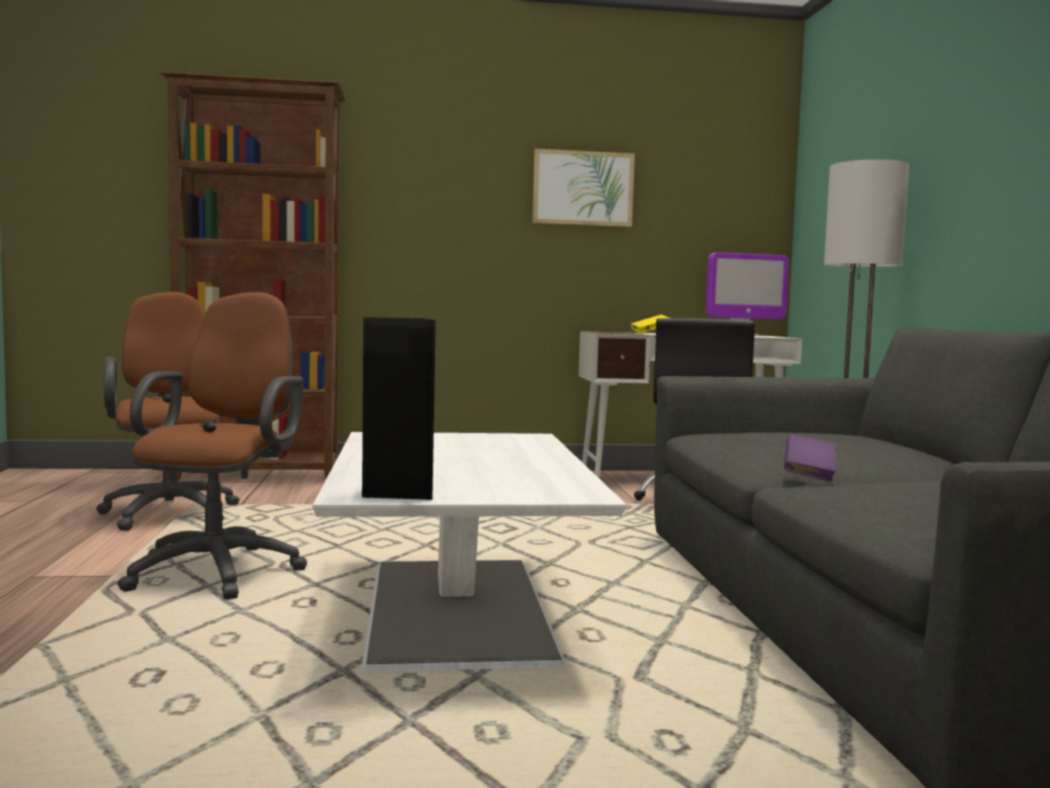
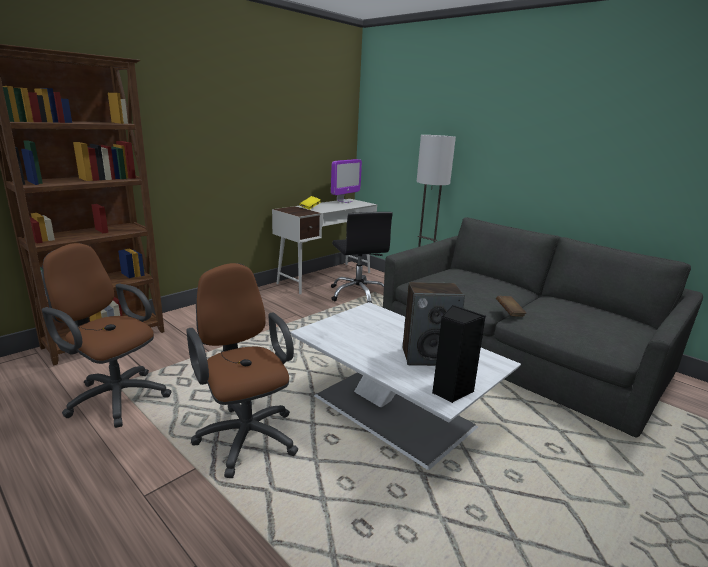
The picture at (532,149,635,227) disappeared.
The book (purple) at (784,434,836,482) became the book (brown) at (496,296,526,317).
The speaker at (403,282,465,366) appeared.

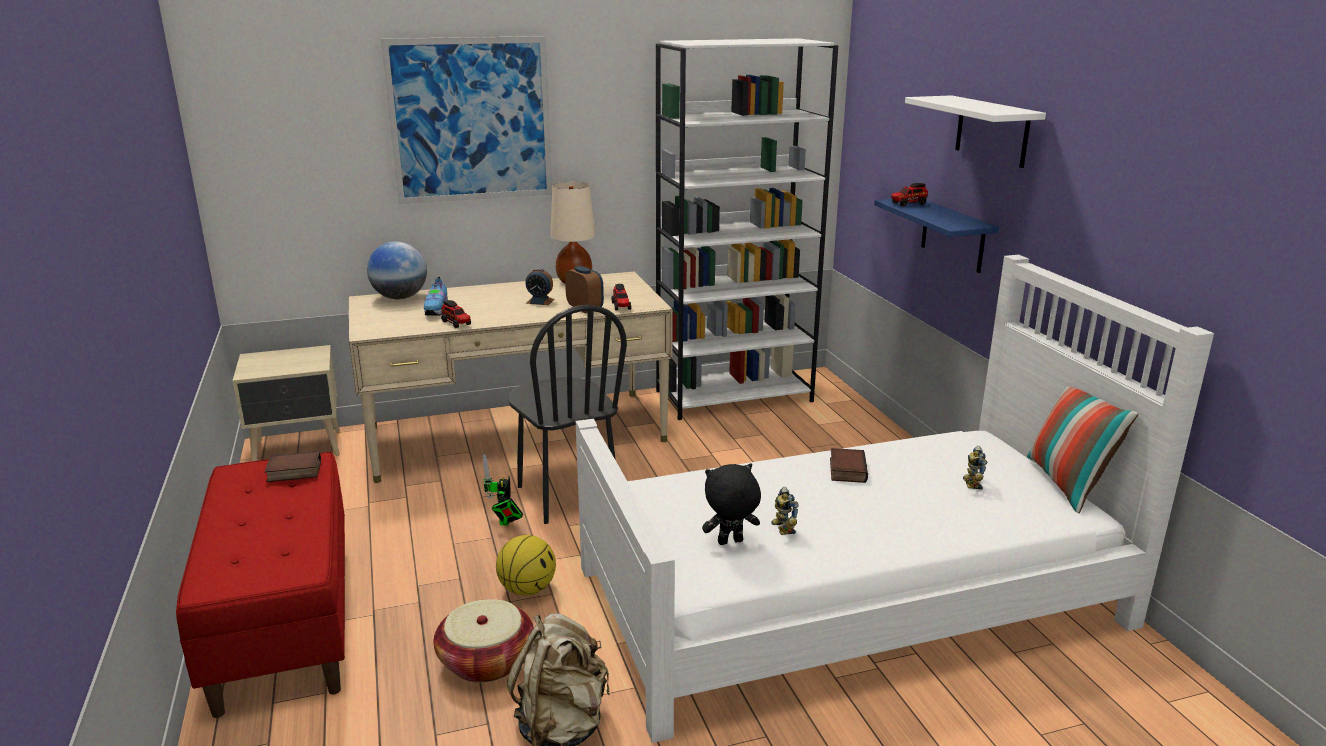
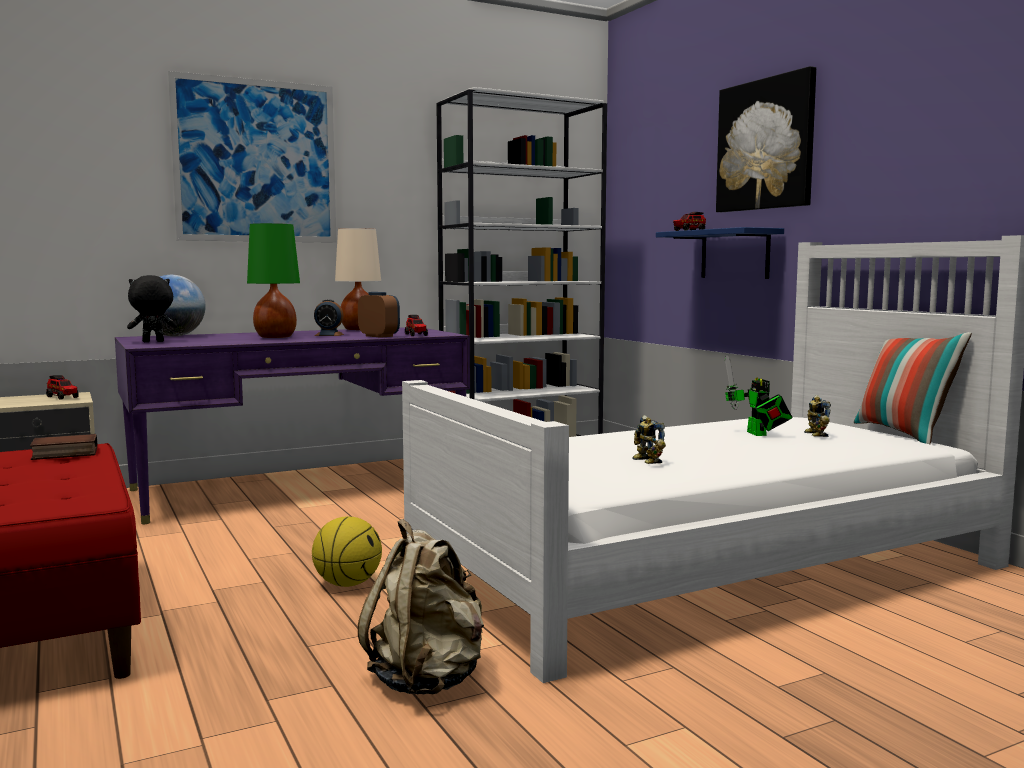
The shelf (white) at (905,95,1046,168) was replaced by the picture at (716,66,816,212).
The desk (beige) at (348,271,673,483) became the desk (purple) at (115,327,470,524).
The shoe at (424,276,448,316) disappeared.
The toy truck moved from (441,300,471,328) to (46,375,79,400).
The chair (black) at (508,305,627,524) disappeared.
The book at (830,448,868,483) disappeared.
The toy robot moved from (482,454,523,525) to (725,355,792,436).
The plush toy (black) moved from (702,463,761,545) to (127,275,177,342).
The basket at (434,599,534,683) disappeared.
The table lamp (green) at (247,223,300,338) appeared.

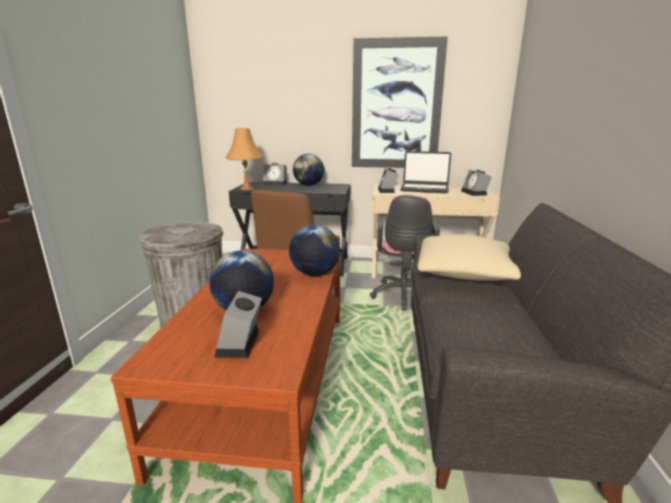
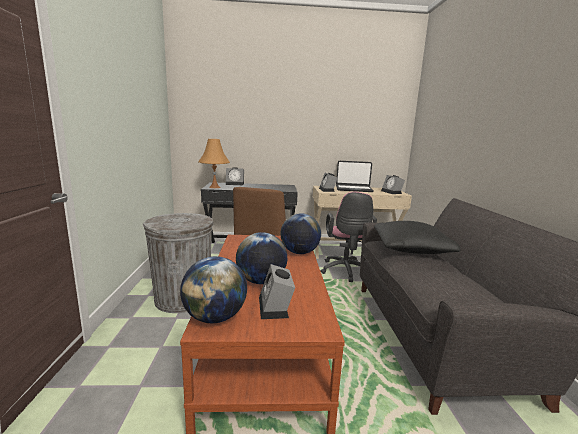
The picture at (352,36,448,168) disappeared.
The globe moved from (293,154,324,186) to (180,256,247,323).
The pillow (beige) at (417,234,521,281) became the pillow (black) at (374,221,461,254).

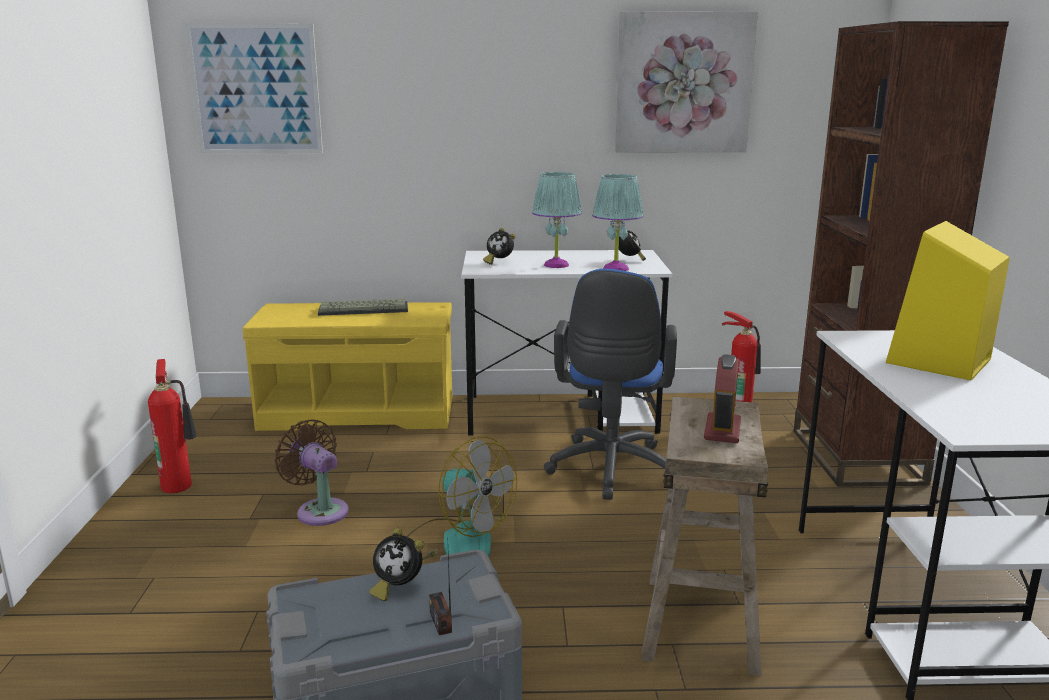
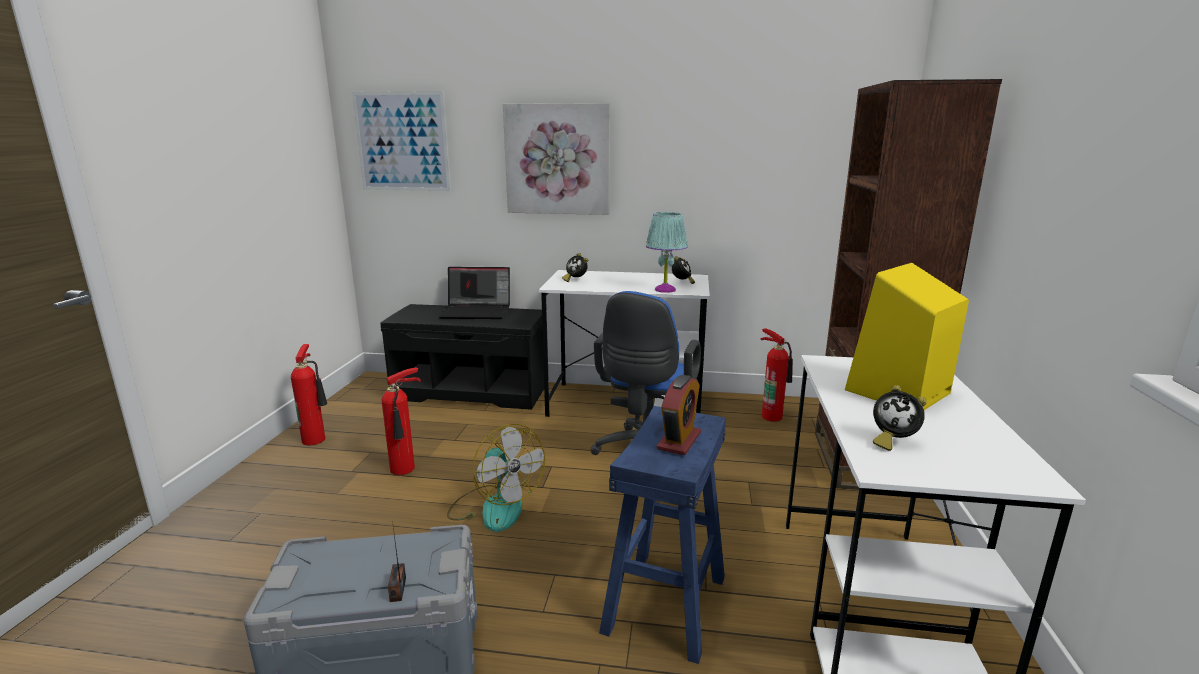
The picture moved from (615,11,758,153) to (503,103,610,215).
The table lamp (turquoise) at (532,172,582,268) disappeared.
The keyboard at (318,298,408,316) was replaced by the laptop at (438,267,510,319).
The bench (yellow) at (242,302,452,431) became the bench (black) at (380,304,544,410).
The stool (beige) at (641,397,768,676) became the stool (blue) at (599,406,726,664).
The fan (brown) at (274,420,349,526) was replaced by the fire extinguisher at (381,367,421,475).
The alarm clock moved from (369,528,424,601) to (873,385,927,451).

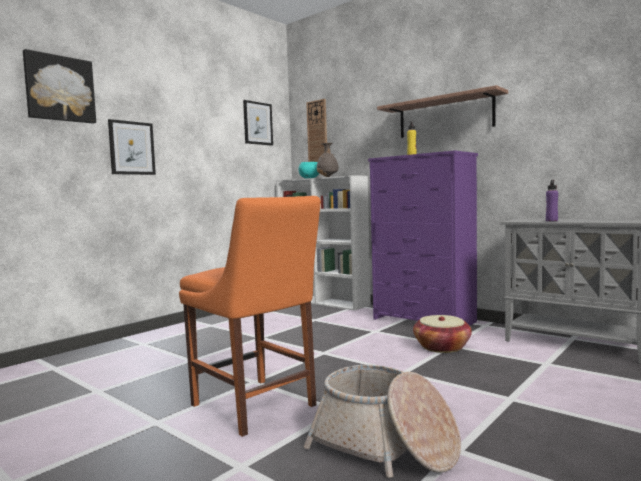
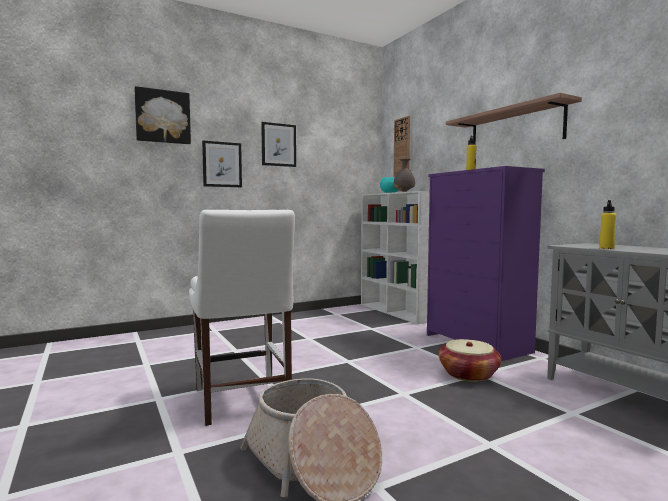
The picture moved from (243,100,273,146) to (261,122,296,167).
The bottle (purple) at (546,180,558,221) became the bottle (yellow) at (599,200,616,249).
The chair (orange) at (179,196,321,437) became the chair (white) at (189,210,295,426).

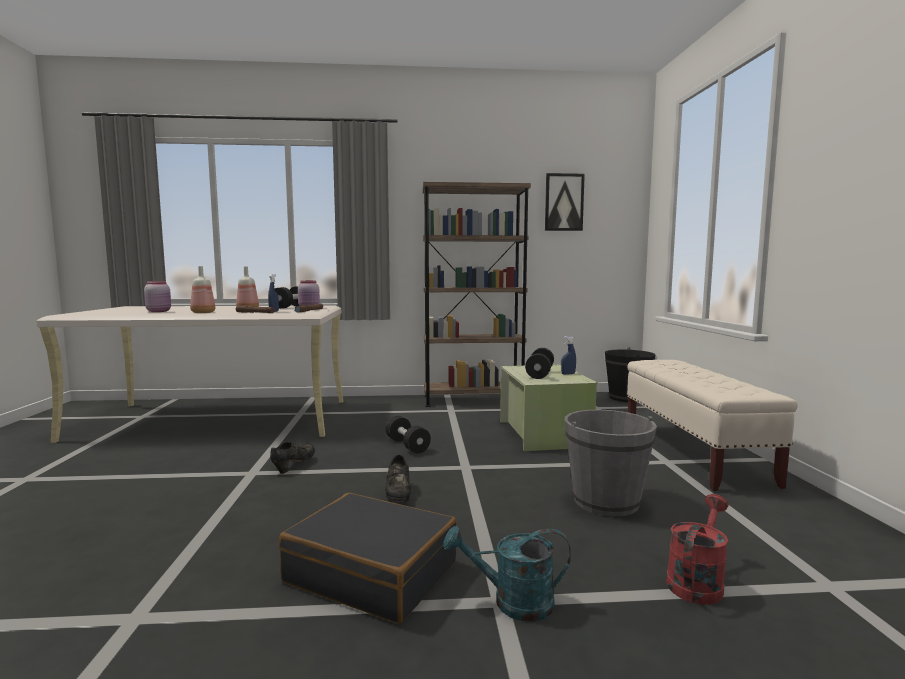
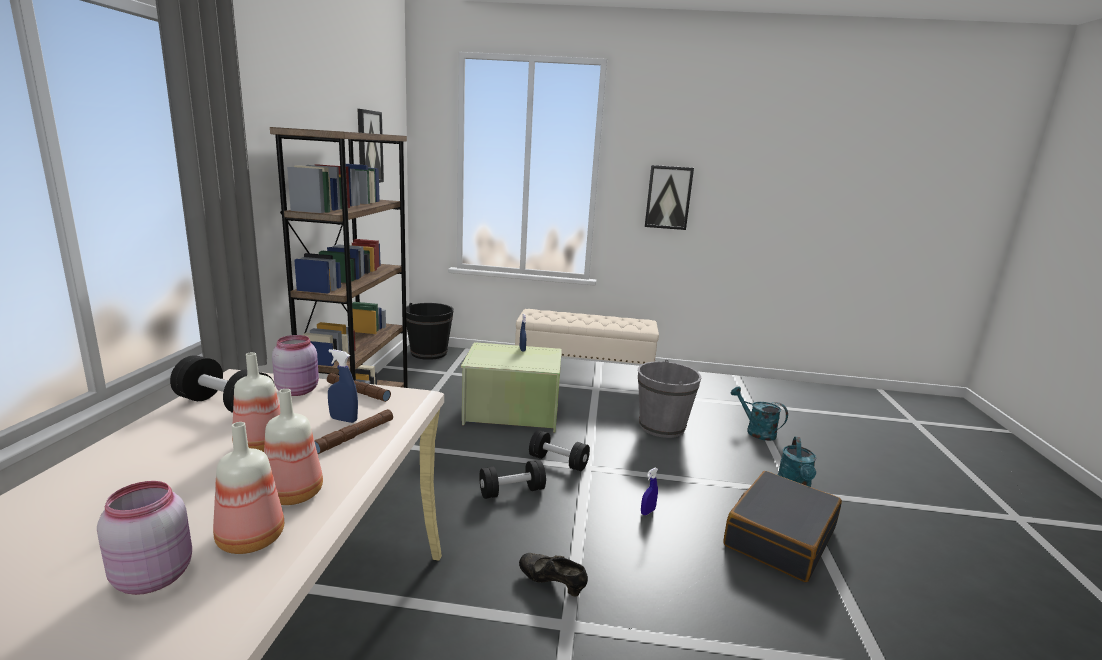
The dumbbell (black) moved from (525,348,554,379) to (529,430,590,471).
The shoe (black) at (385,455,411,502) was replaced by the spray bottle (blue) at (641,468,658,515).
The watering can (red) at (666,494,729,605) became the watering can (turquoise) at (731,386,788,441).
The picture at (645,165,694,230) appeared.
The bottle at (213,422,284,554) appeared.

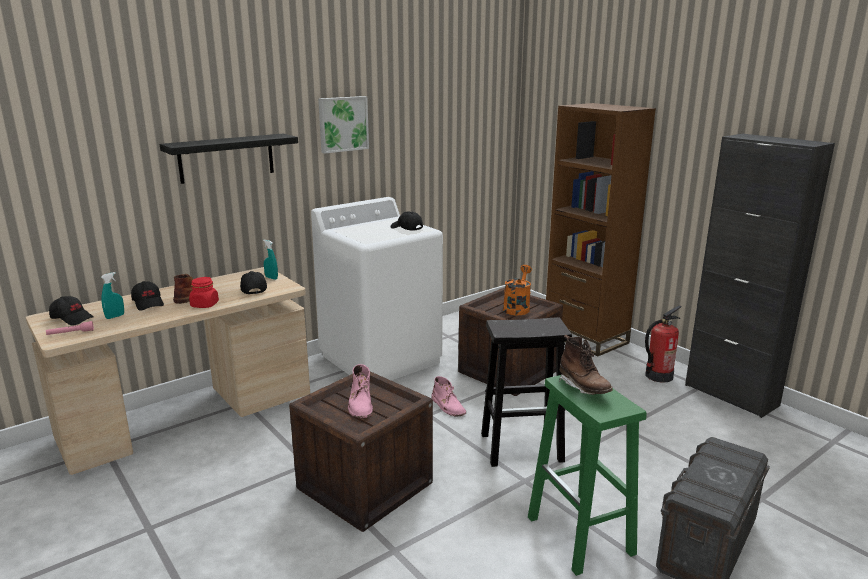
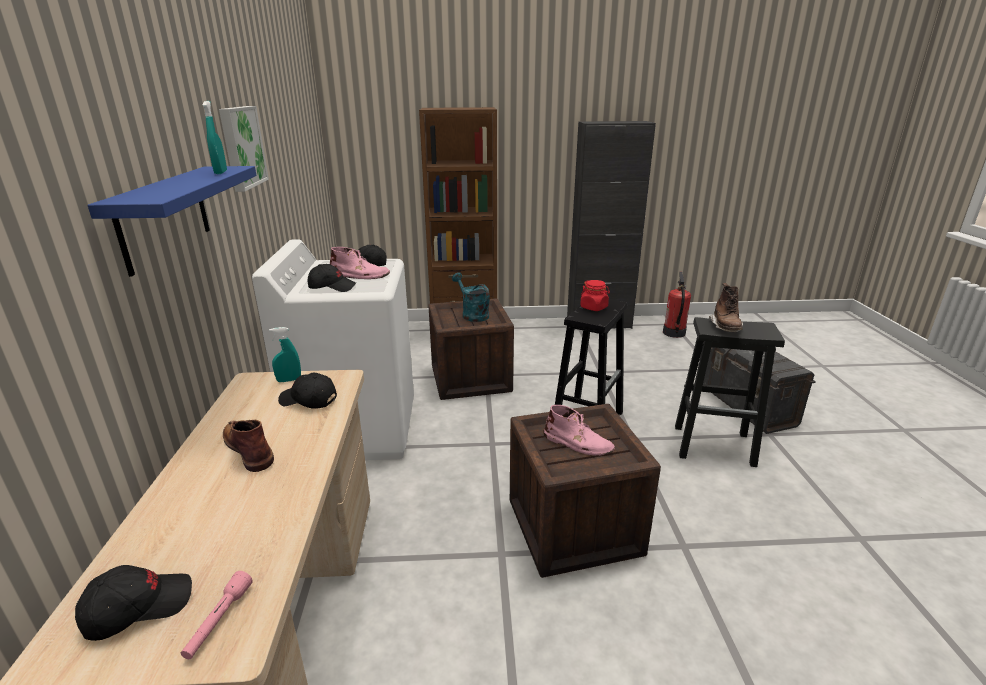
The shelf (black) at (160,134,298,184) became the shelf (blue) at (88,166,257,277).
The watering can (orange) at (503,265,532,315) became the watering can (turquoise) at (452,273,490,322).
The spray bottle (turquoise) moved from (101,272,124,319) to (203,101,227,174).
The jar (red) moved from (189,277,219,308) to (580,280,610,311).
The cap (black) moved from (131,281,164,310) to (307,264,356,292).
The fire extinguisher moved from (645,305,682,383) to (663,272,691,338).
The boot (brown) at (559,335,613,395) turned 90 degrees clockwise.
The stool (green) at (528,375,647,576) became the stool (black) at (675,317,785,467).
The boot (pink) moved from (431,376,466,416) to (330,247,390,279).

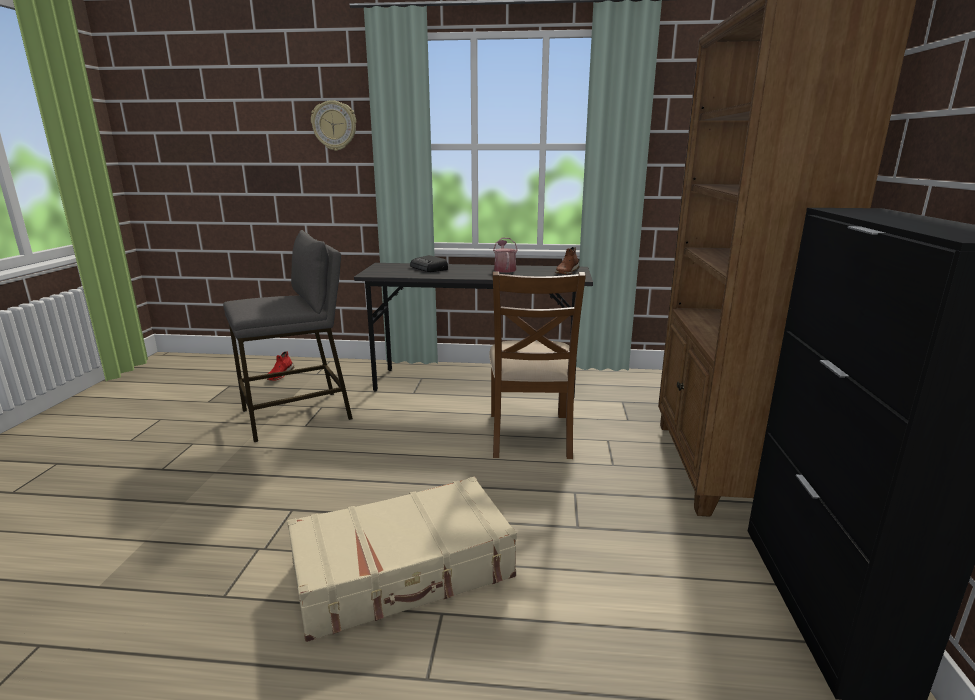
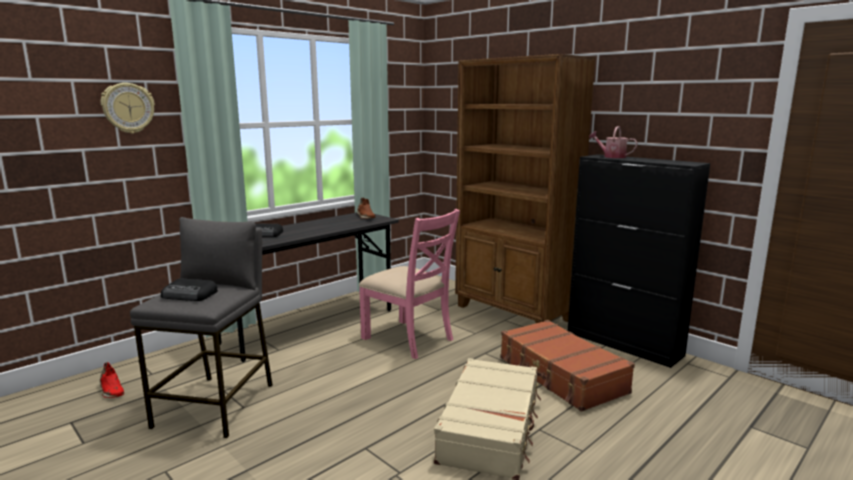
The watering can moved from (493,238,518,273) to (589,126,638,158).
The chair (brown) at (489,272,586,459) became the chair (pink) at (359,209,460,359).
The radio at (161,278,218,301) appeared.
The suitcase (brown) at (501,320,635,412) appeared.

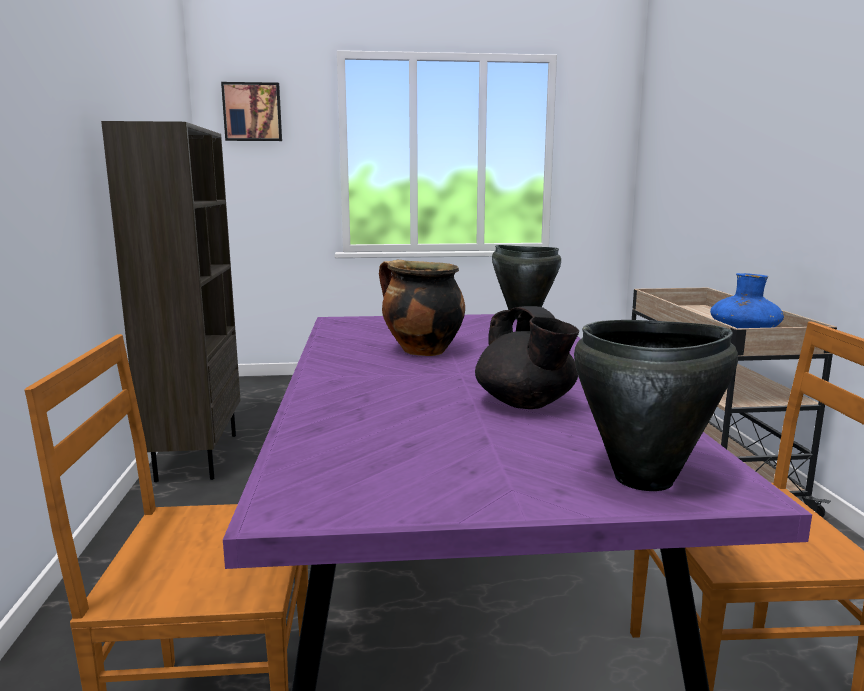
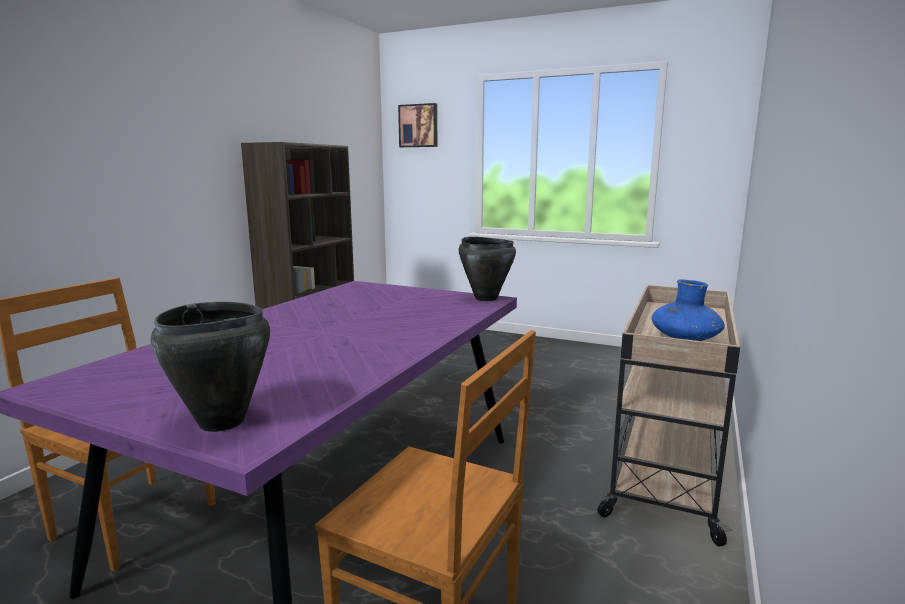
The cooking pot at (379,260,465,356) disappeared.
The teapot (black) at (475,306,579,409) disappeared.

